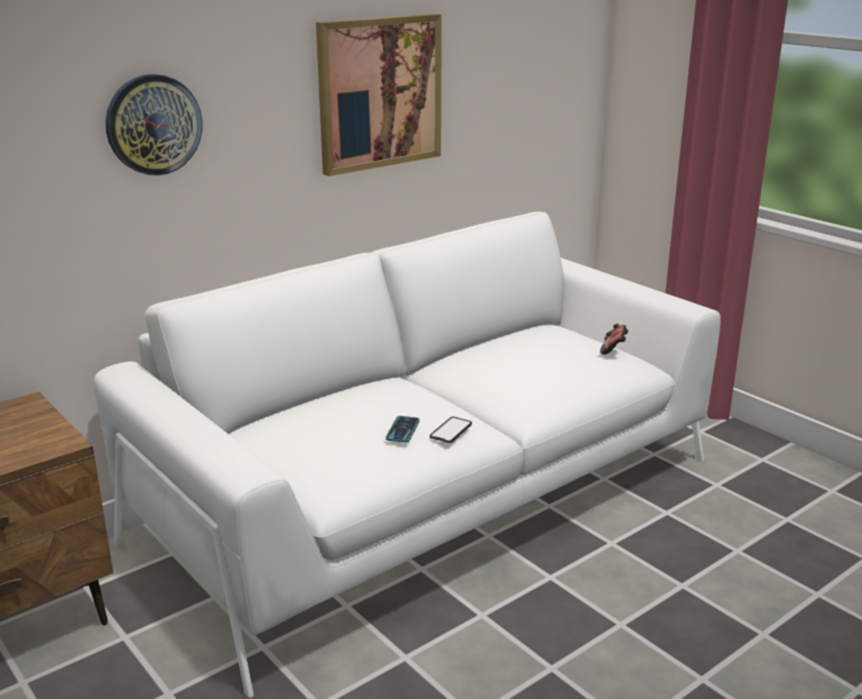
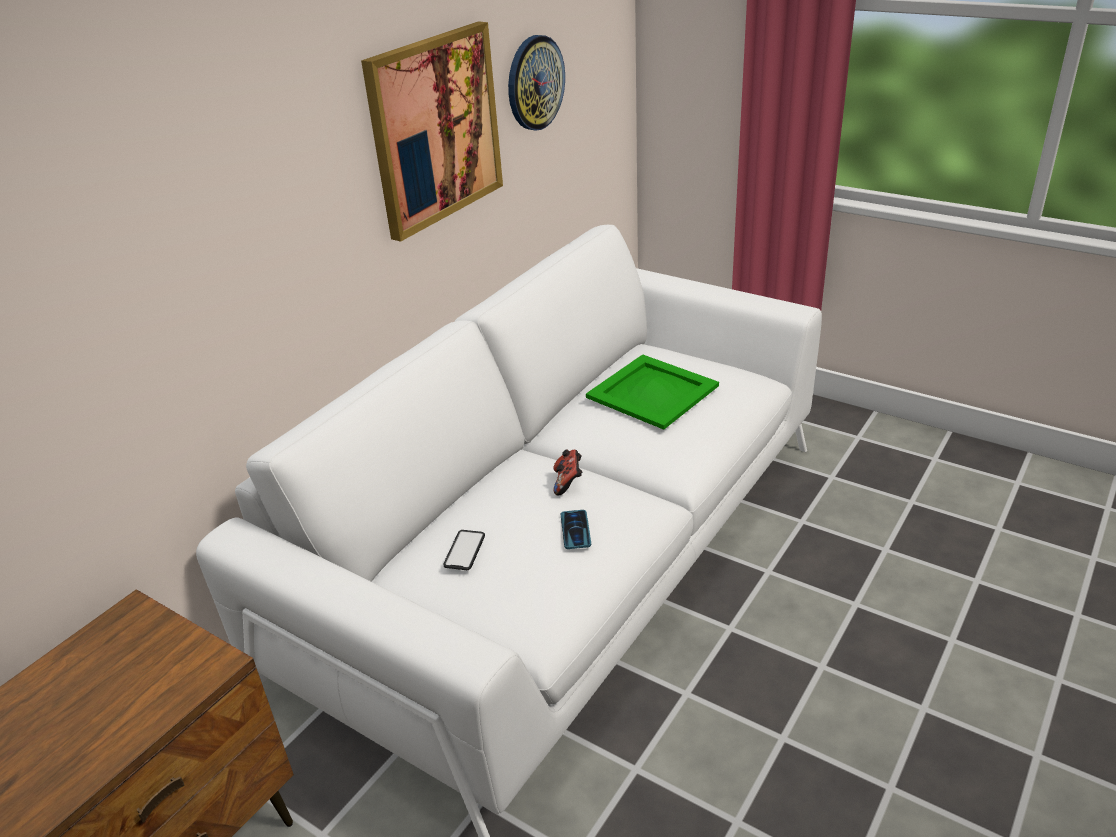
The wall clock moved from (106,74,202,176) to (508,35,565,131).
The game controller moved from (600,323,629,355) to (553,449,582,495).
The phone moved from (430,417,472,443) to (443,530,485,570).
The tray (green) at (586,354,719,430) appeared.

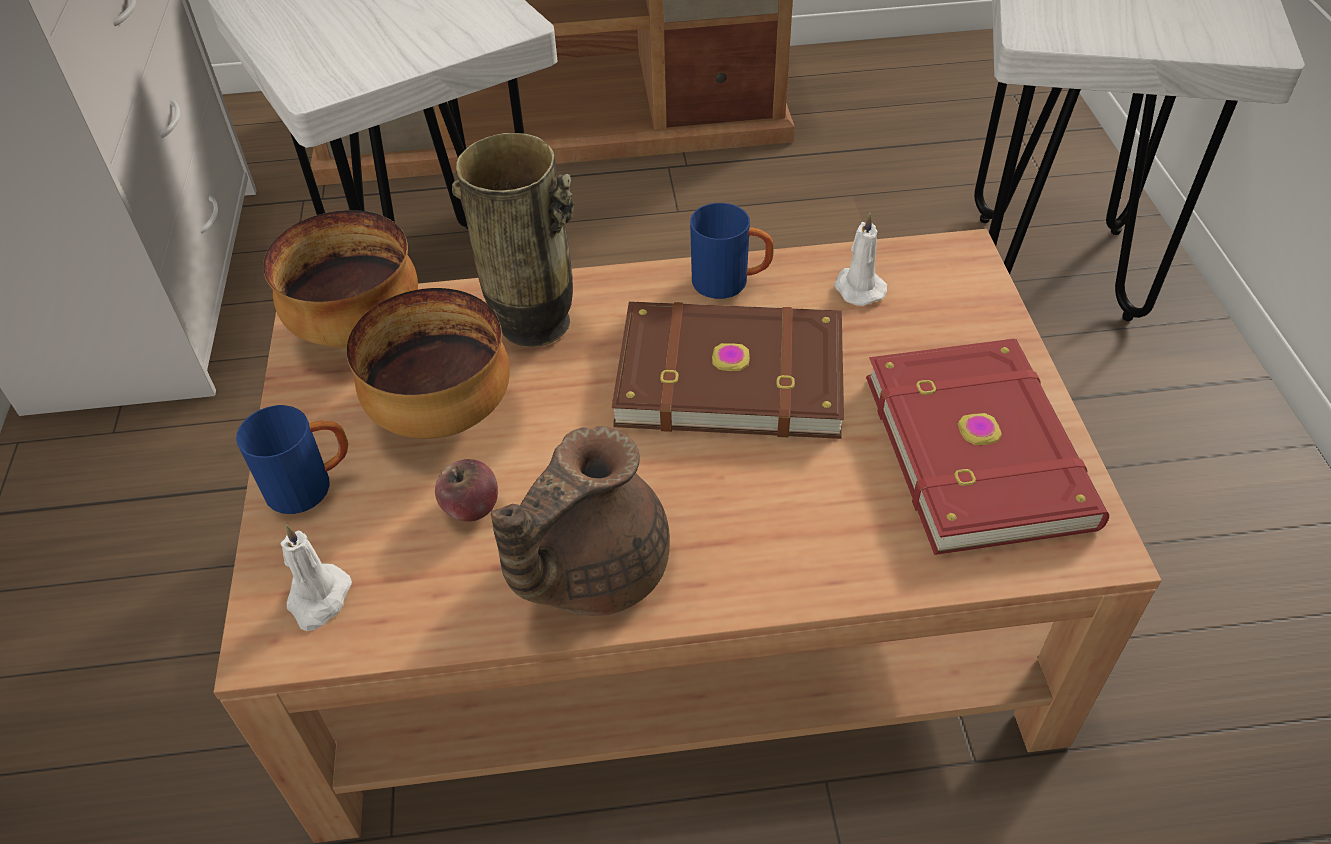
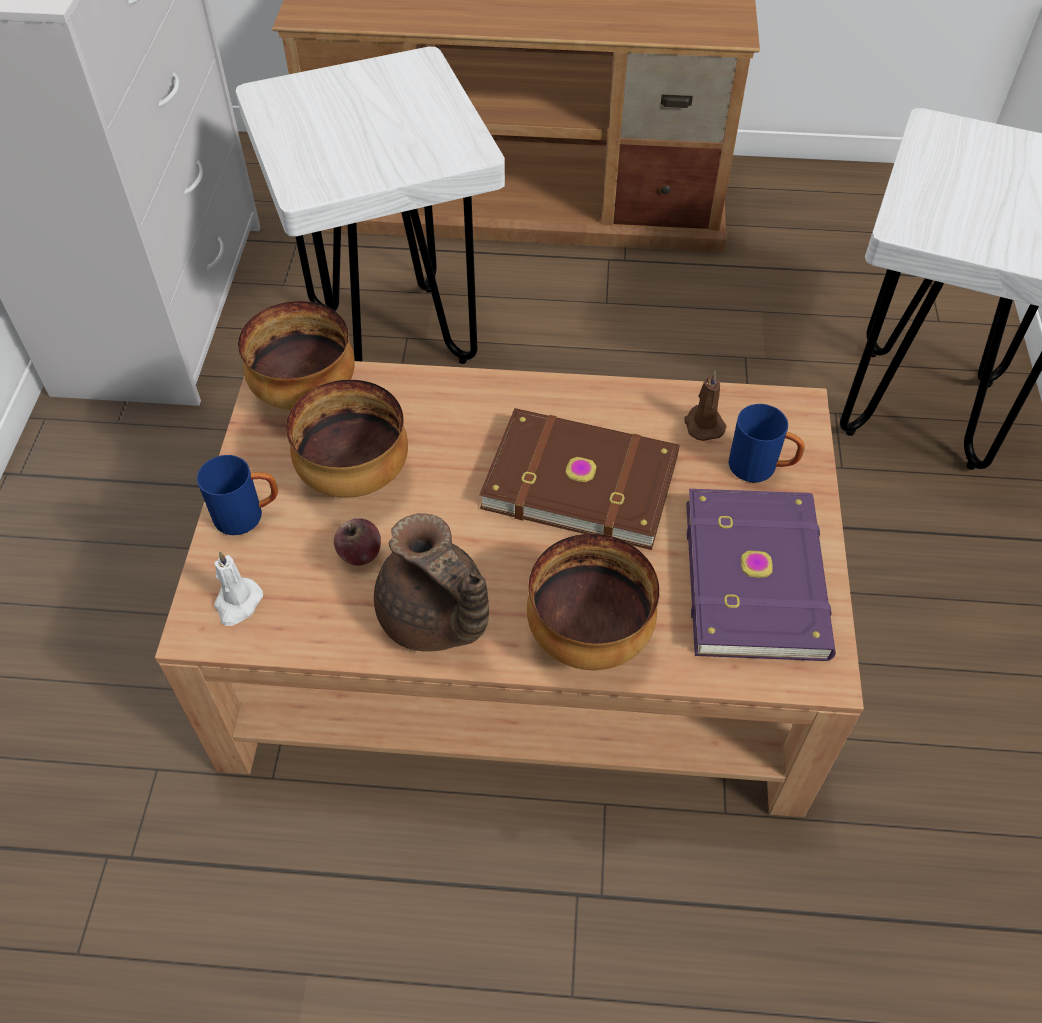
The vase at (452,133,574,347) disappeared.
The mug (blue) moved from (690,203,774,299) to (728,404,805,483).
The candle (white) at (834,212,887,306) became the candle (brown) at (684,371,727,441).
The book (red) at (866,339,1109,555) became the book (purple) at (686,489,836,661).
The teapot (brown) at (491,426,670,616) turned 90 degrees counterclockwise.
The bowl at (527,534,660,670) appeared.

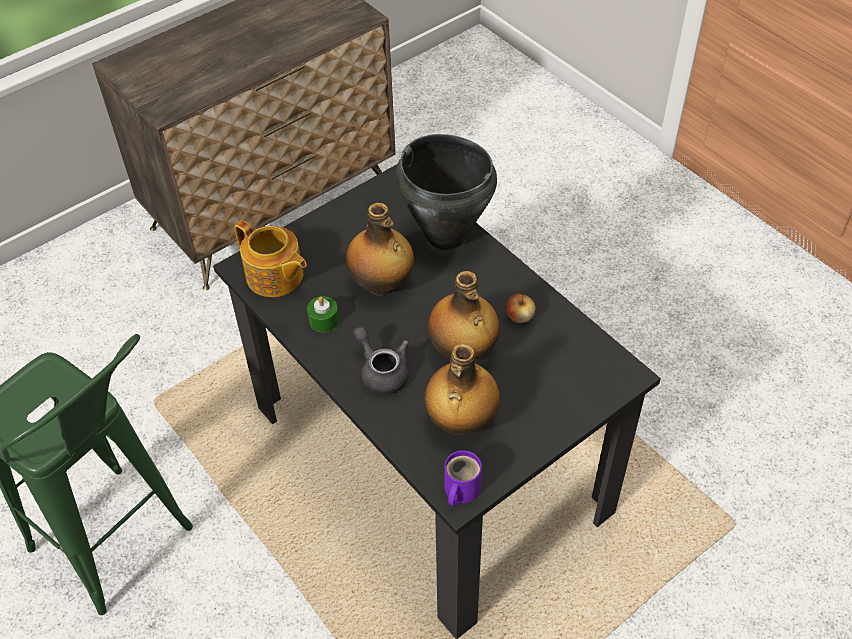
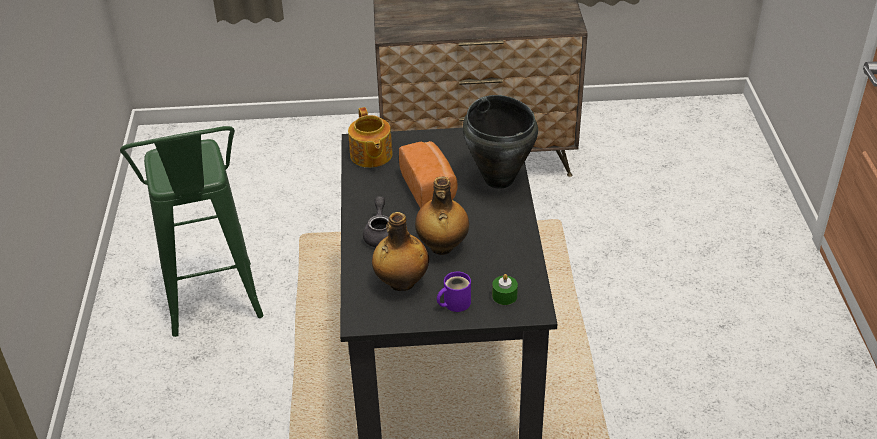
The bottle at (346,203,414,296) was replaced by the bread at (399,141,457,209).
The apple at (506,294,536,323) disappeared.
The candle (green) moved from (307,296,339,332) to (492,274,518,305).
The mug (purple) moved from (444,450,482,506) to (437,272,471,312).

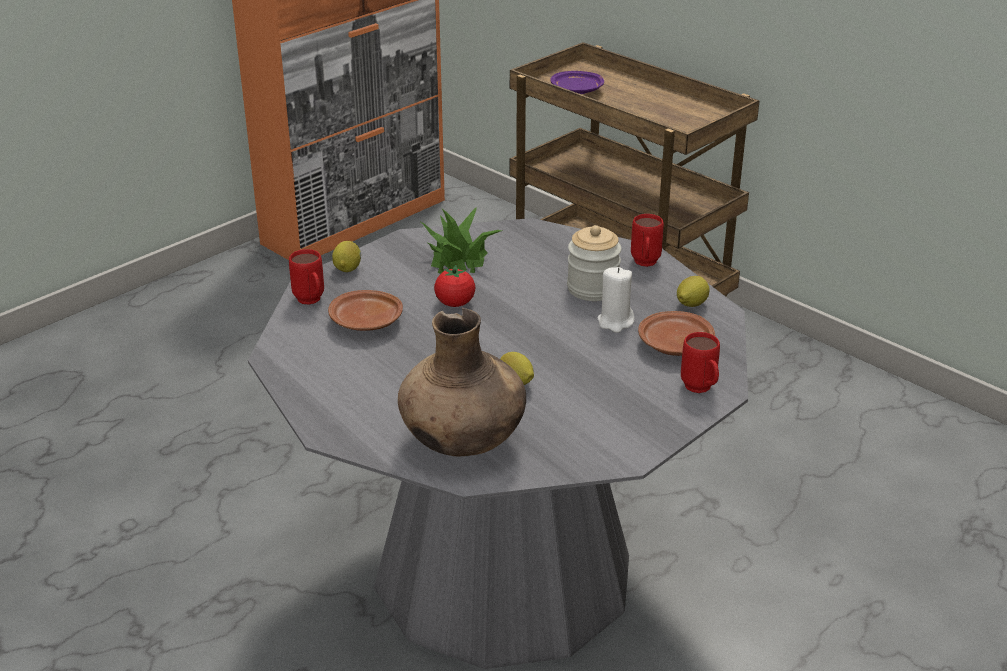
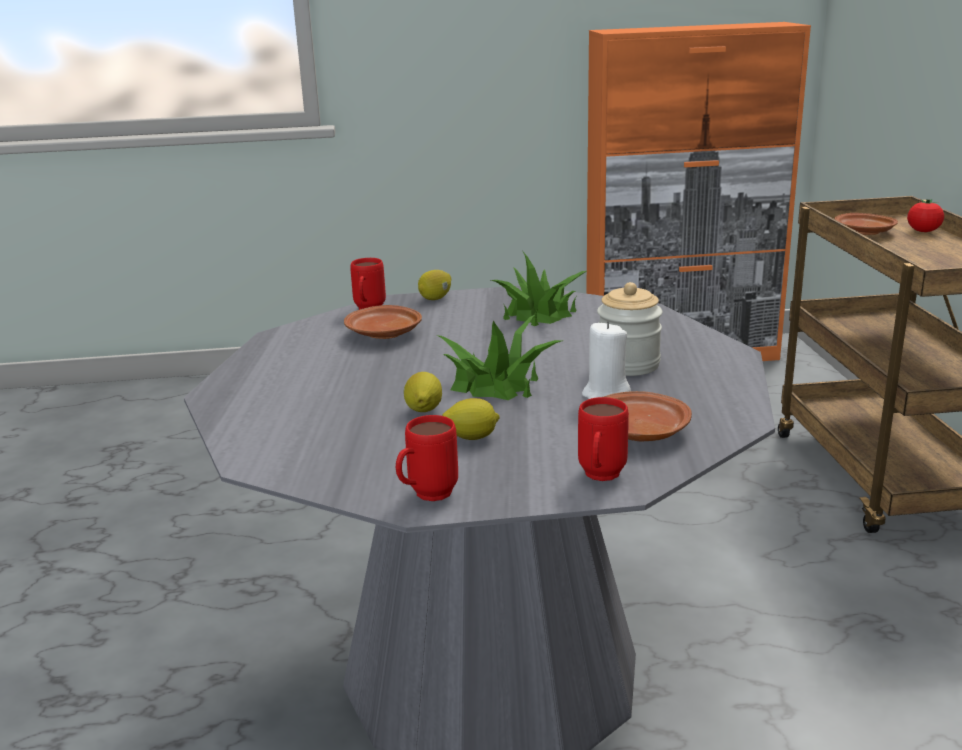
The plate (purple) at (550,71,604,94) became the plate (brown) at (835,213,898,235).
The mug (red) moved from (631,214,664,267) to (396,415,458,501).
The tomato moved from (434,265,475,307) to (907,199,944,232).
The lemon moved from (677,276,710,307) to (442,398,500,440).
The vase (brown) at (398,308,526,457) disappeared.
The potted plant at (436,315,564,400) appeared.

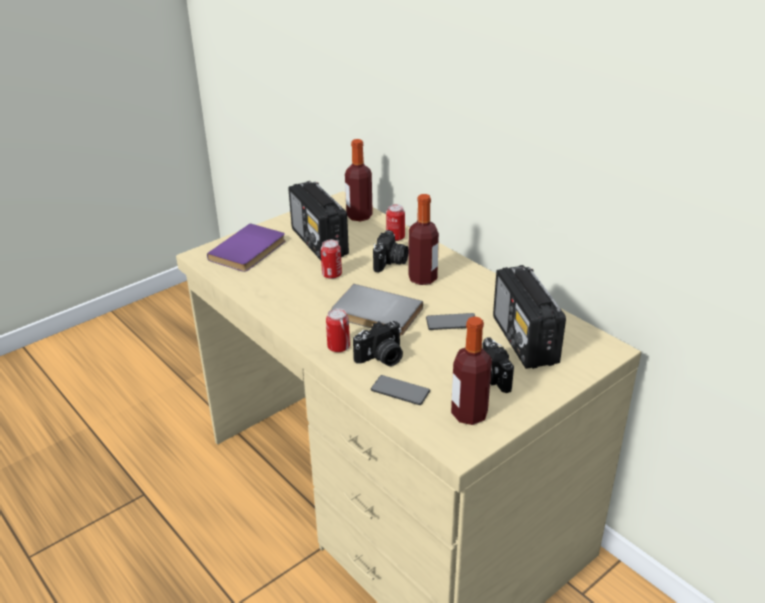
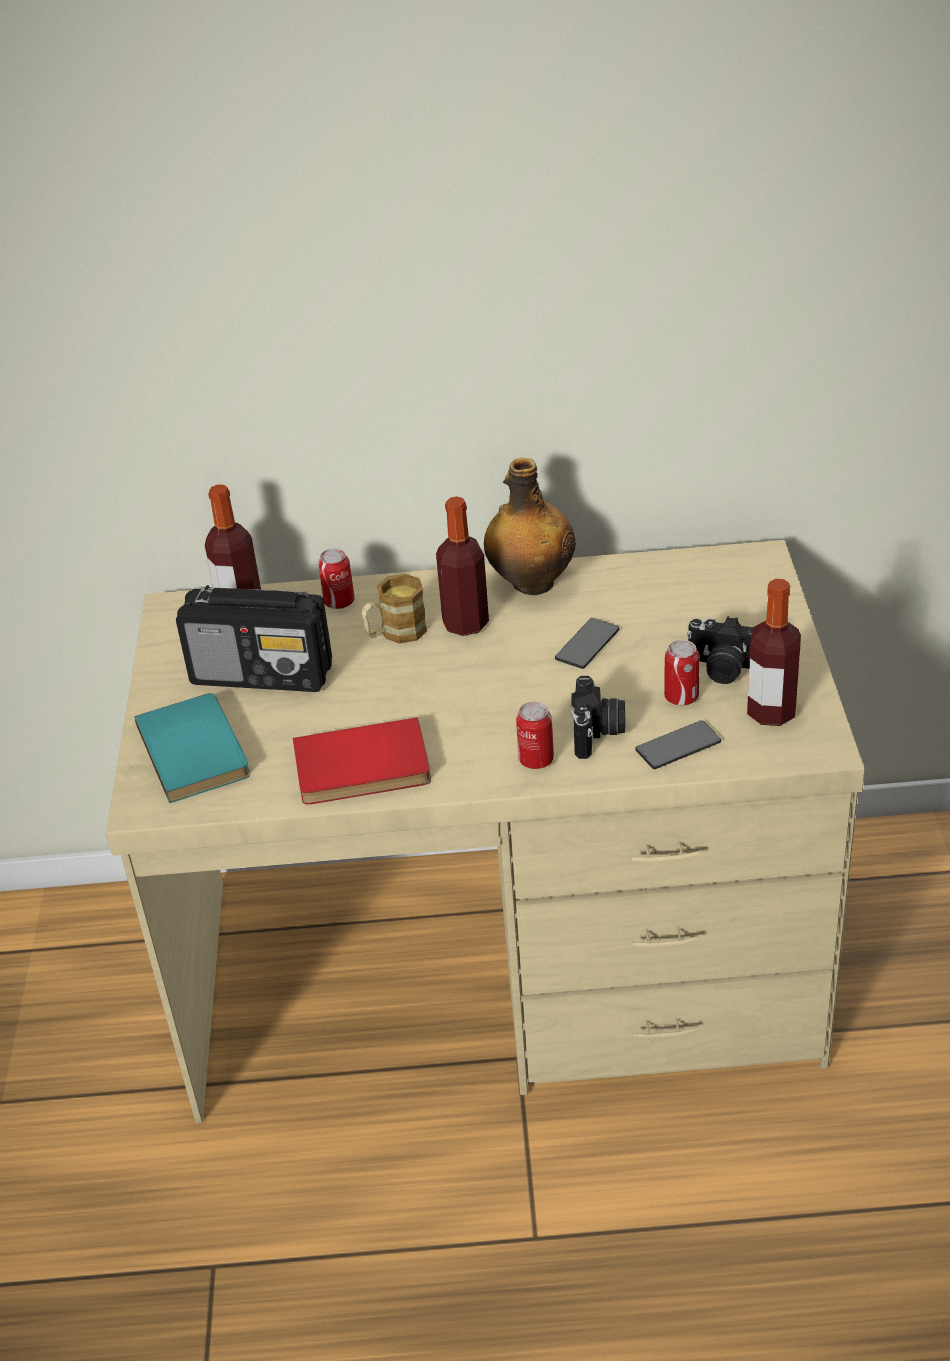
The book (purple) at (207,223,285,272) became the book (turquoise) at (135,693,250,803).
The photo camera at (373,230,409,272) was replaced by the mug at (362,574,427,644).
The can moved from (321,240,342,279) to (664,640,700,705).
The radio at (493,265,566,369) disappeared.
The book (grey) at (331,284,423,336) disappeared.
The bottle at (484,458,576,595) appeared.
The book (red) at (293,717,431,804) appeared.

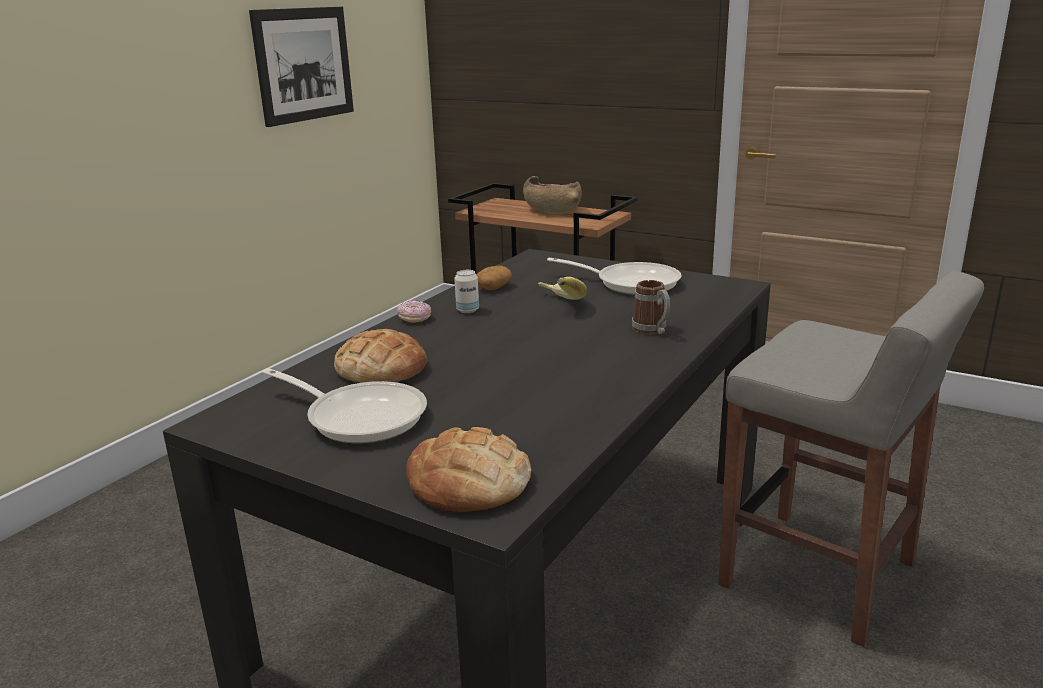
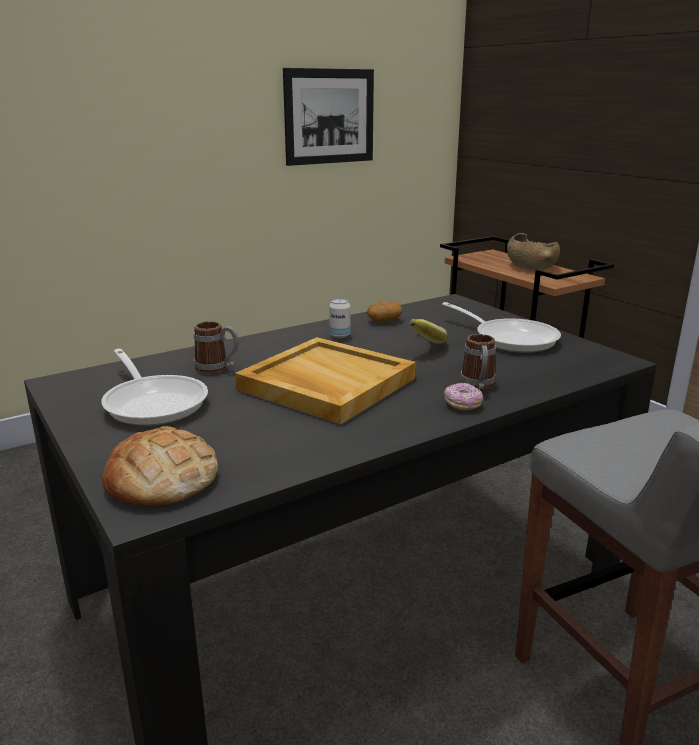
The donut moved from (397,300,431,323) to (444,383,483,410).
The bread at (334,329,427,383) was replaced by the mug at (194,321,238,373).
The tray (beige) at (235,337,416,425) appeared.

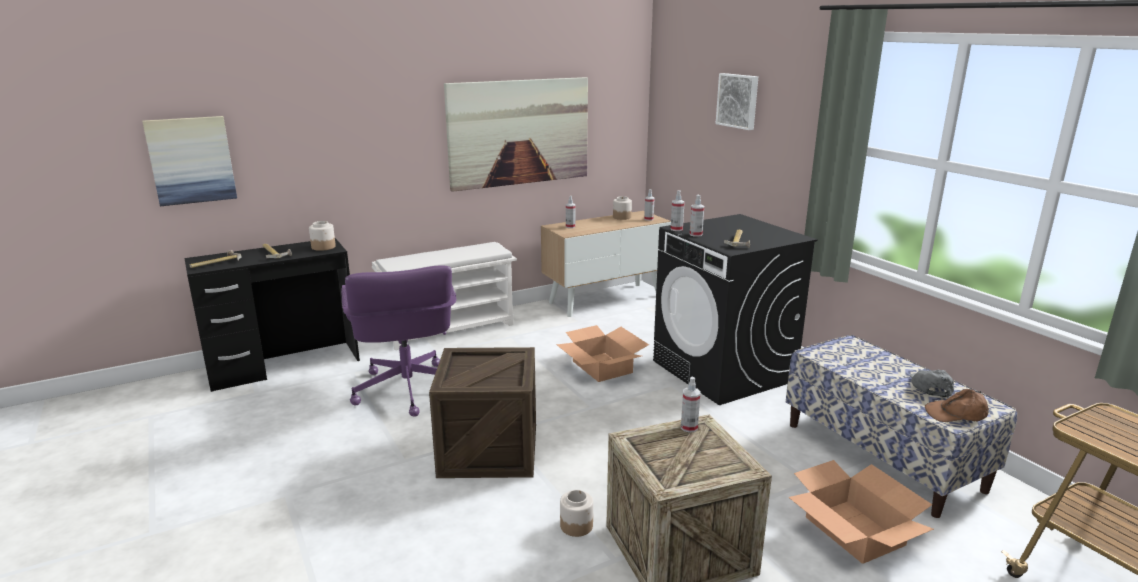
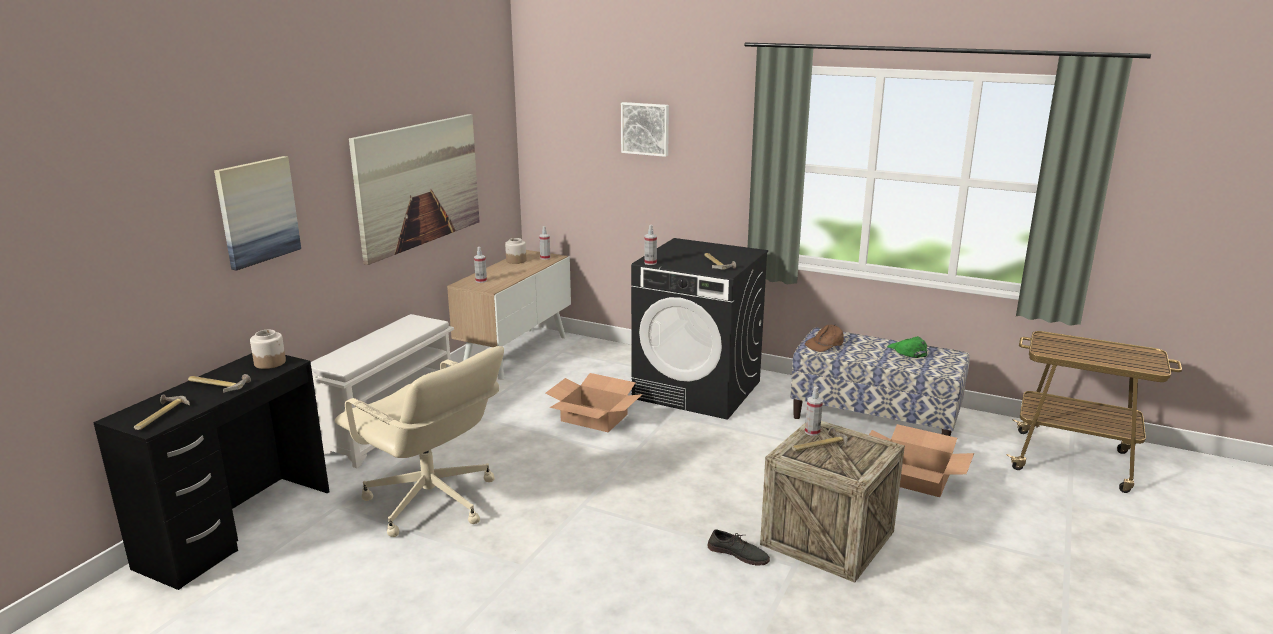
The picture moved from (142,116,237,206) to (214,156,301,271).
The spray bottle at (690,195,704,237) disappeared.
The office chair (purple) at (341,266,456,417) became the office chair (beige) at (335,346,504,537).
The crate at (429,347,536,478) disappeared.
The cap (grey) at (910,370,954,397) became the cap (green) at (887,336,927,358).
The cap (brown) moved from (925,389,989,422) to (805,325,844,352).
The jar at (560,490,593,537) was replaced by the shoe (grey) at (707,529,770,566).
The hammer at (792,427,848,451) appeared.

